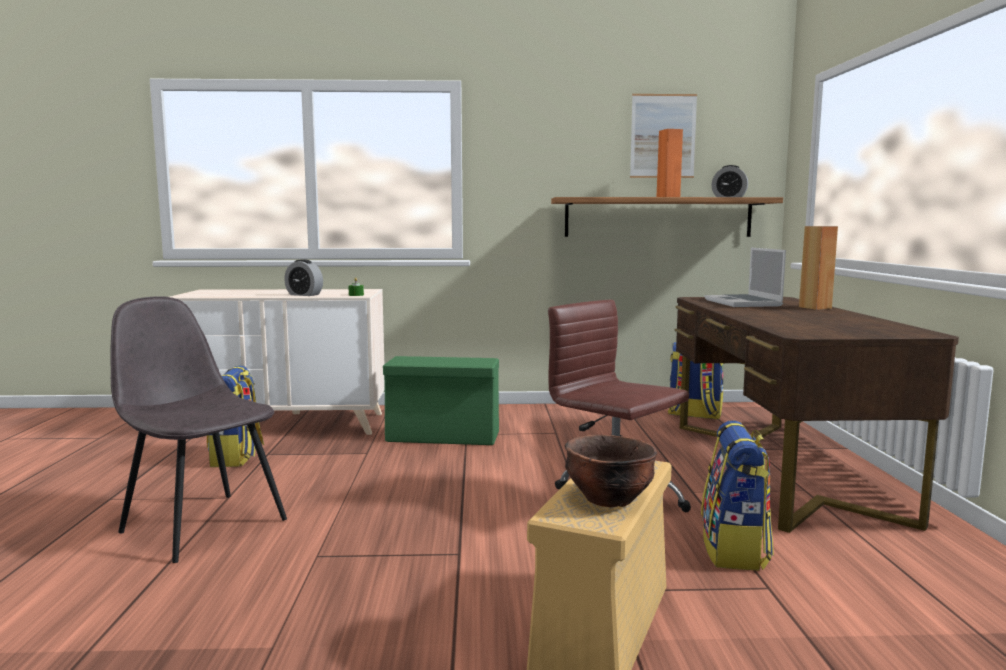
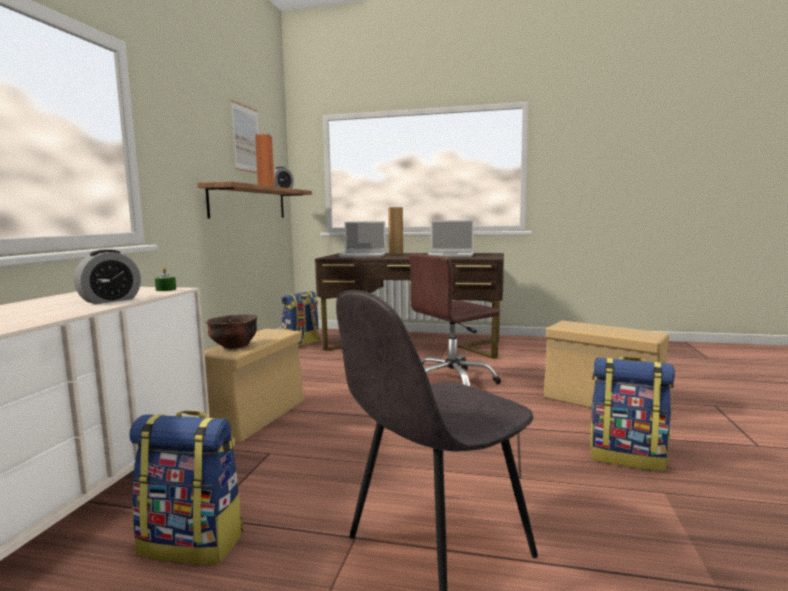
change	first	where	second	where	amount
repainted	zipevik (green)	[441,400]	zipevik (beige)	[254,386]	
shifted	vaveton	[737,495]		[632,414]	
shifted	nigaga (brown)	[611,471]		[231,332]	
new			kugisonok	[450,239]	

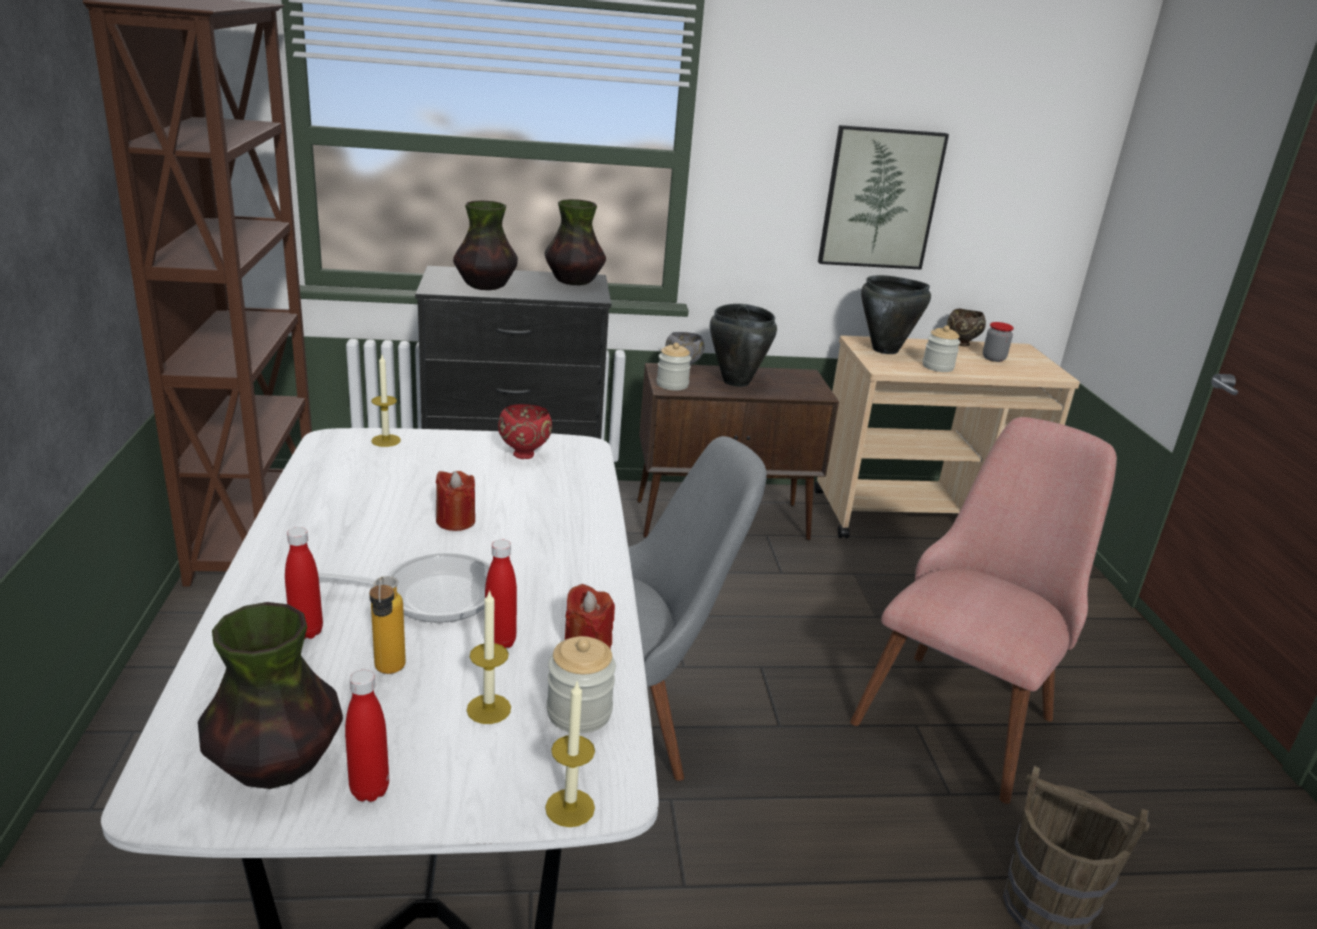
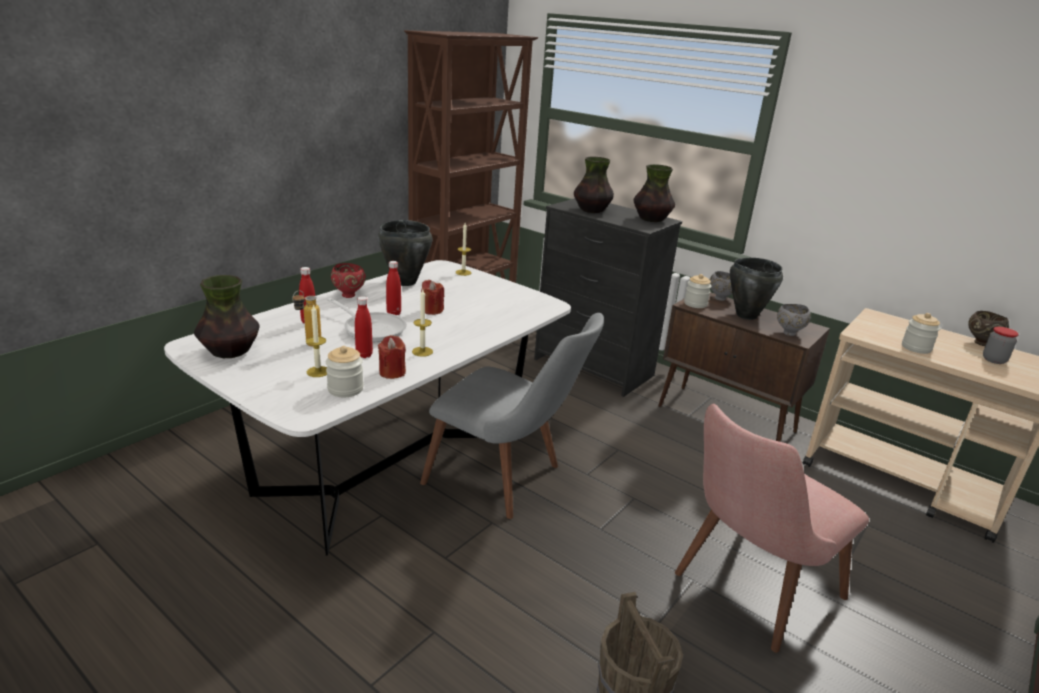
change	first	where	second	where	amount
gone	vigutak	[883,197]			
shifted	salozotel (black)	[896,314]		[405,253]	
shifted	nigaga (red)	[525,431]		[348,280]	
rotated	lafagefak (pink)	[983,610]		[772,528]	150 degrees clockwise
shifted	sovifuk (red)	[367,736]		[393,288]	
shifted	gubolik	[570,753]		[422,323]	
new			nigaga (grey)	[794,320]	

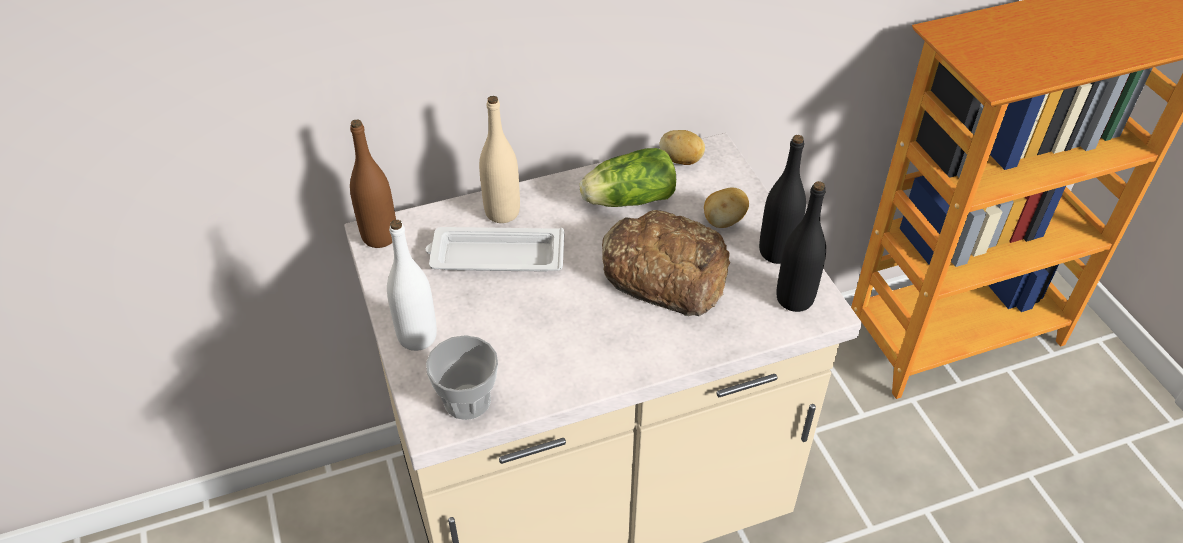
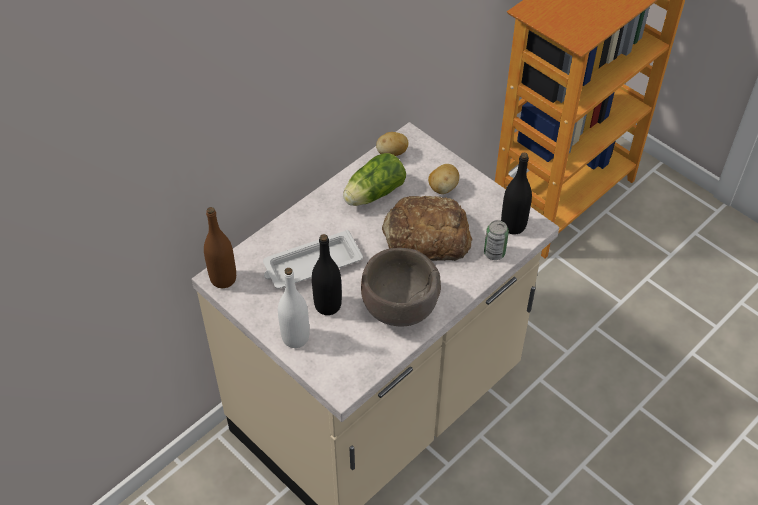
change	first	where	second	where	amount
gone	sovifuk (beige)	[499,159]			
shifted	sovifuk (black)	[782,199]		[327,274]	
gone	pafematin	[462,377]			
new			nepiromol	[496,240]	
new			nigaga (brown)	[401,287]	

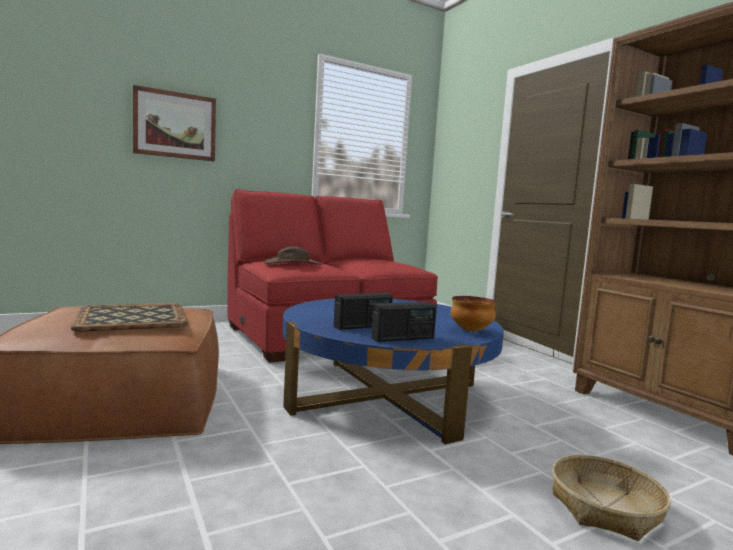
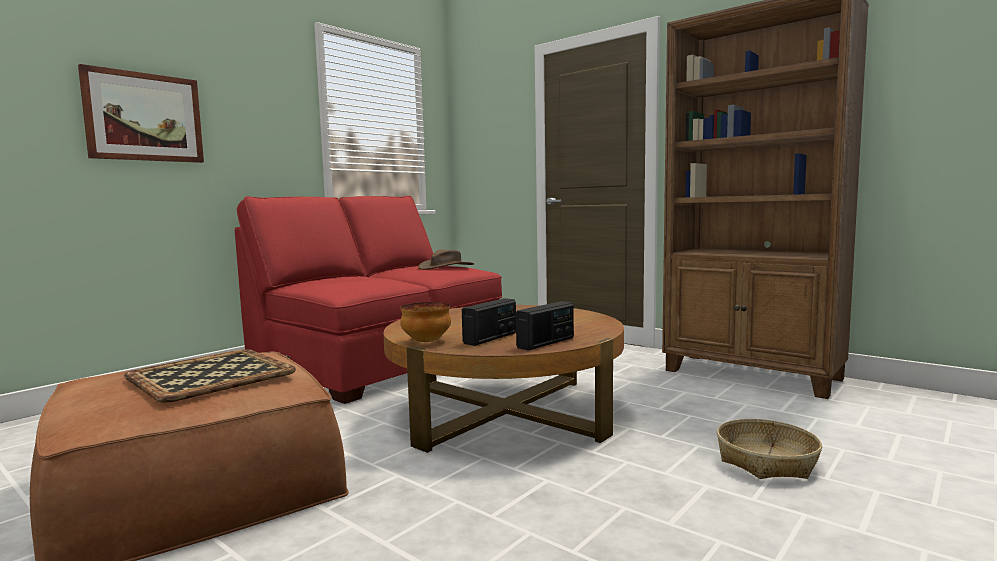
change	first	where	second	where	amount
shifted	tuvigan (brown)	[293,255]		[446,259]	
shifted	nigaga	[473,314]		[425,322]	
repainted	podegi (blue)	[393,371]	podegi (brown)	[503,379]	

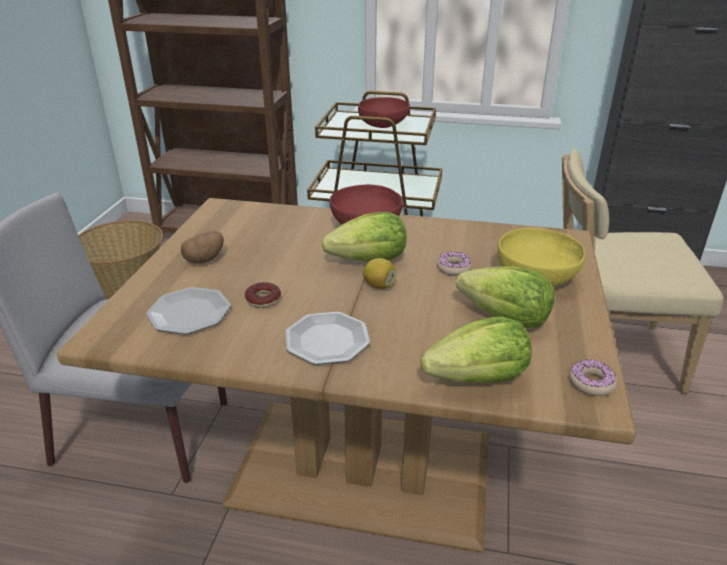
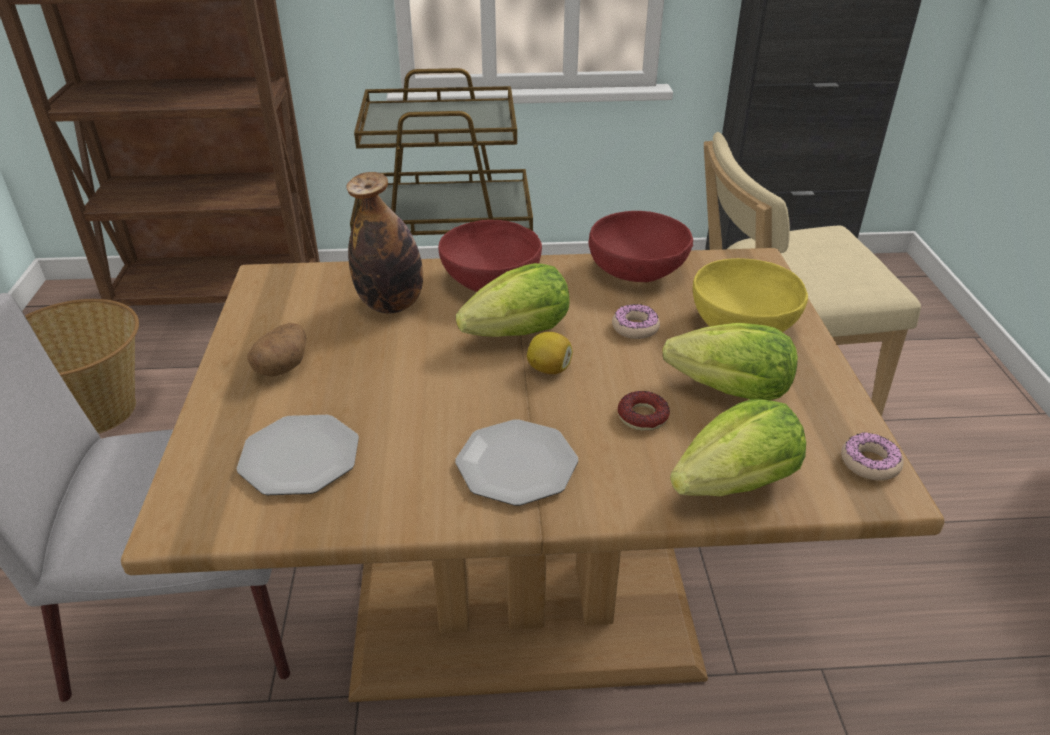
change	first	where	second	where	amount
shifted	nigaga (red)	[384,112]		[640,246]	
shifted	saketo	[263,295]		[644,411]	
new			sovifuk	[385,242]	

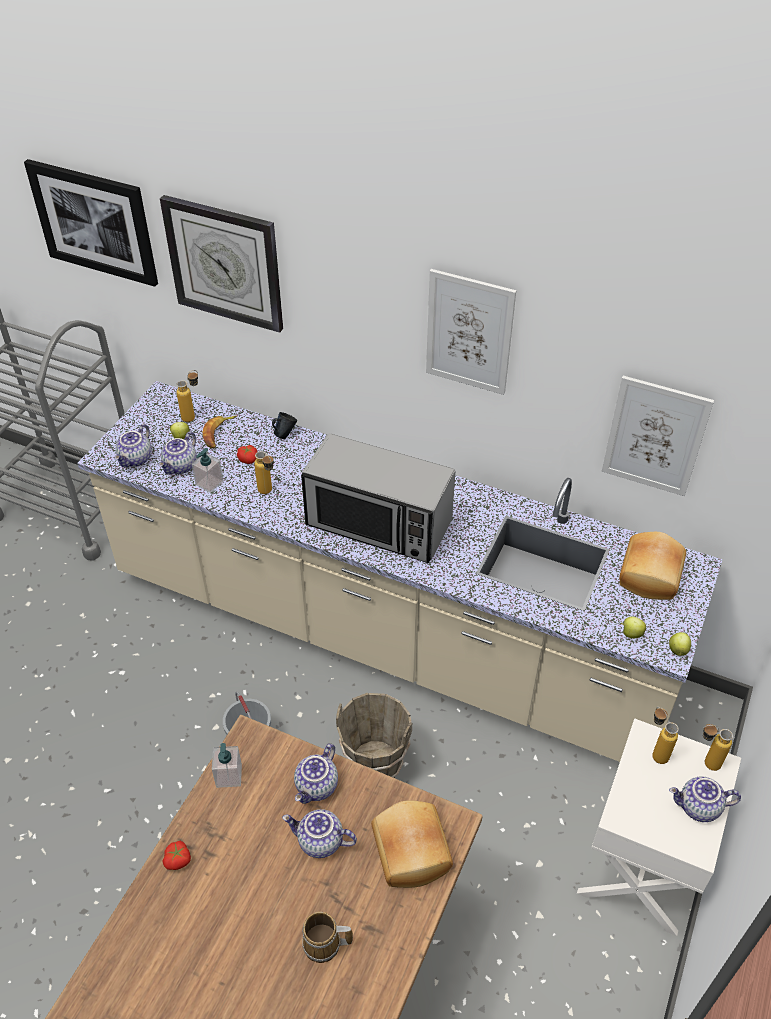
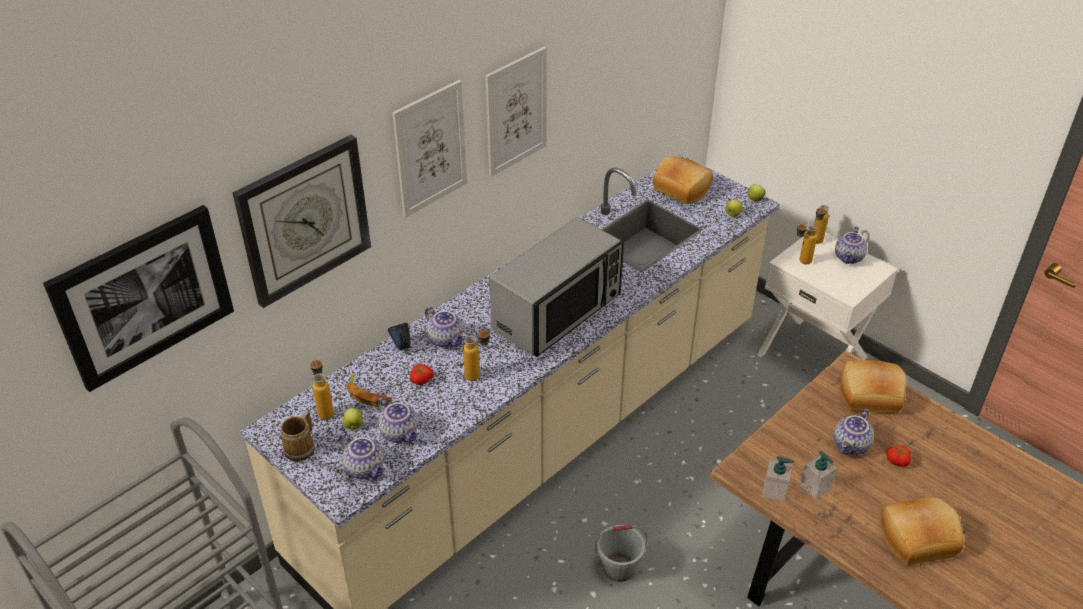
change	first	where	second	where	amount
shifted	vigutak	[658,436]		[429,149]	
shifted	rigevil	[207,470]		[818,475]	
gone	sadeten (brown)	[374,735]			
shifted	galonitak	[316,774]		[445,327]	
shifted	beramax	[177,855]		[898,456]	
shifted	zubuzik	[327,937]		[297,435]	
new			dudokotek	[922,532]	

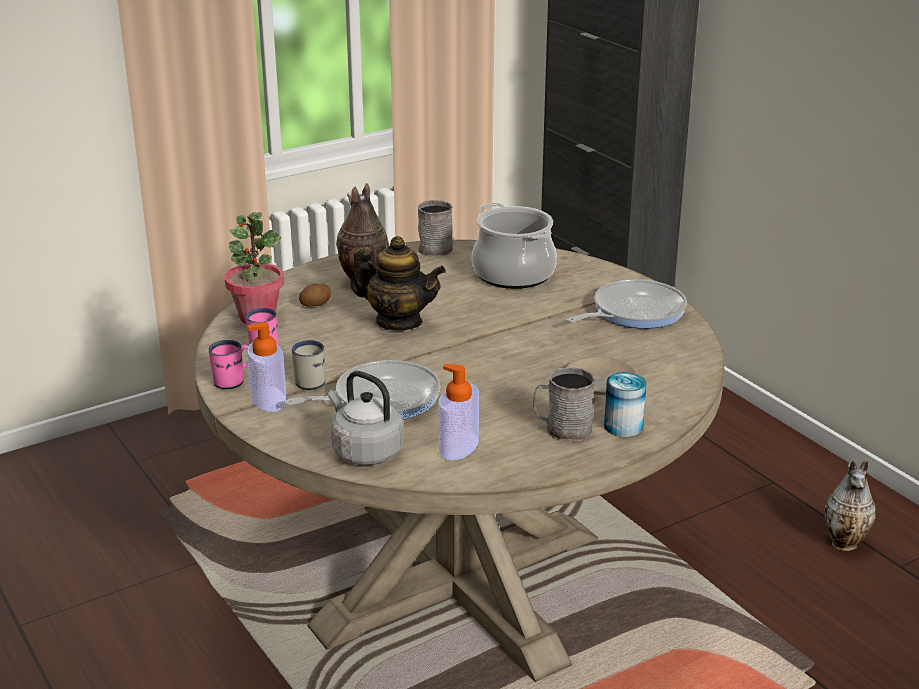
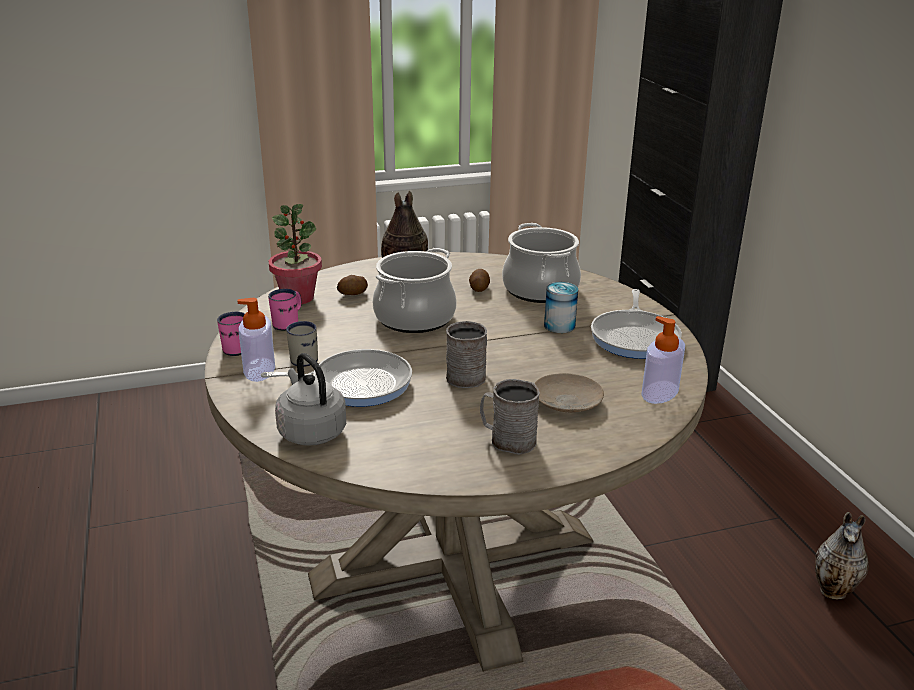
change	first	where	second	where	amount
shifted	zubuzik (grey)	[435,228]		[466,354]	
swapped	galonitak	[398,283]	salozotel	[415,290]	
rotated	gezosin	[627,304]		[636,324]	120 degrees clockwise
shifted	rigevil	[459,412]		[663,360]	
shifted	nepiromol	[625,404]		[561,307]	
new			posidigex	[479,280]	

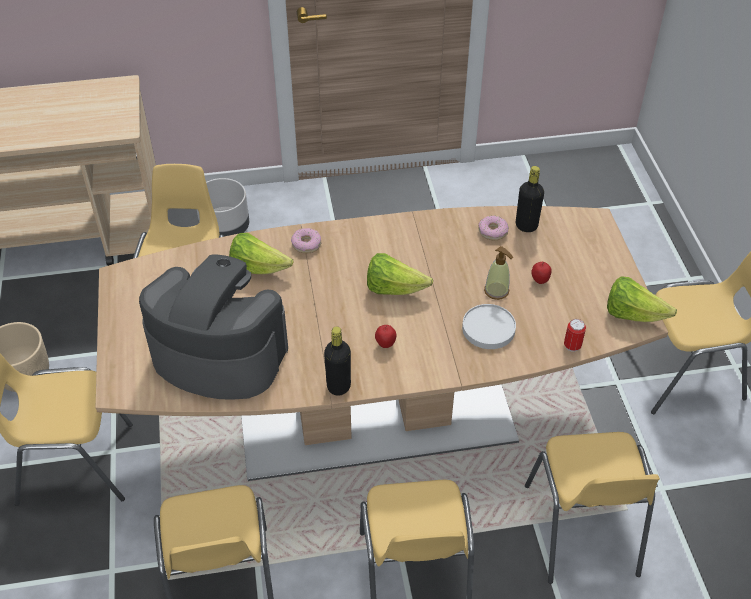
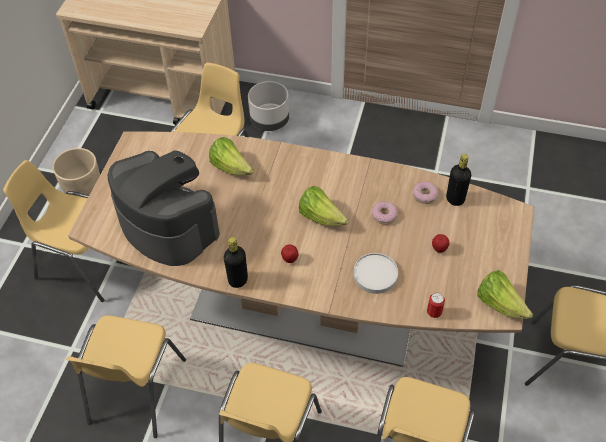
change	first	where	second	where	amount
shifted	saketo	[306,240]		[385,213]	
gone	rigevil	[498,273]			

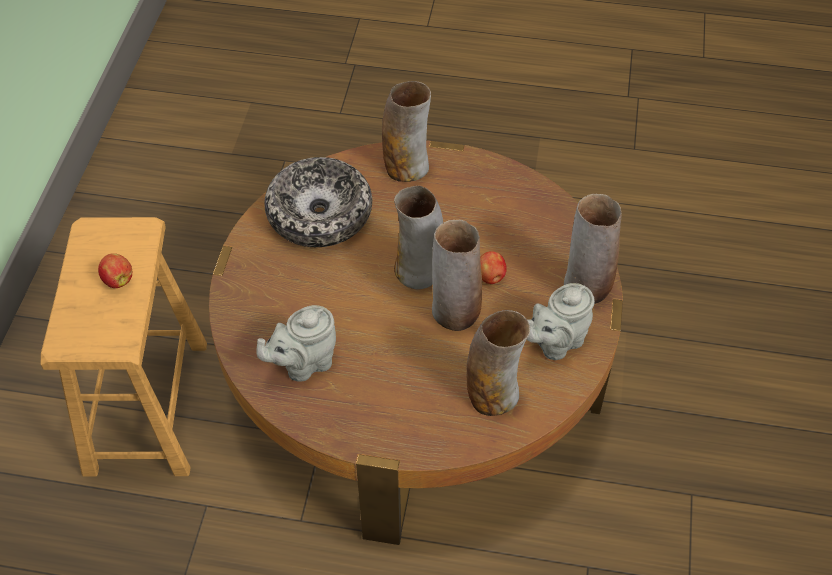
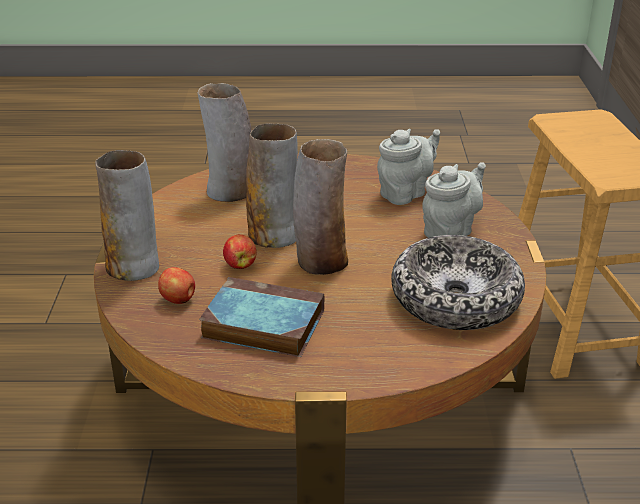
change	first	where	second	where	amount
gone	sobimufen	[406,131]			
shifted	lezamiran	[115,270]		[176,285]	
shifted	galonitak (grey)	[561,321]		[454,200]	
new			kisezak	[261,317]	

